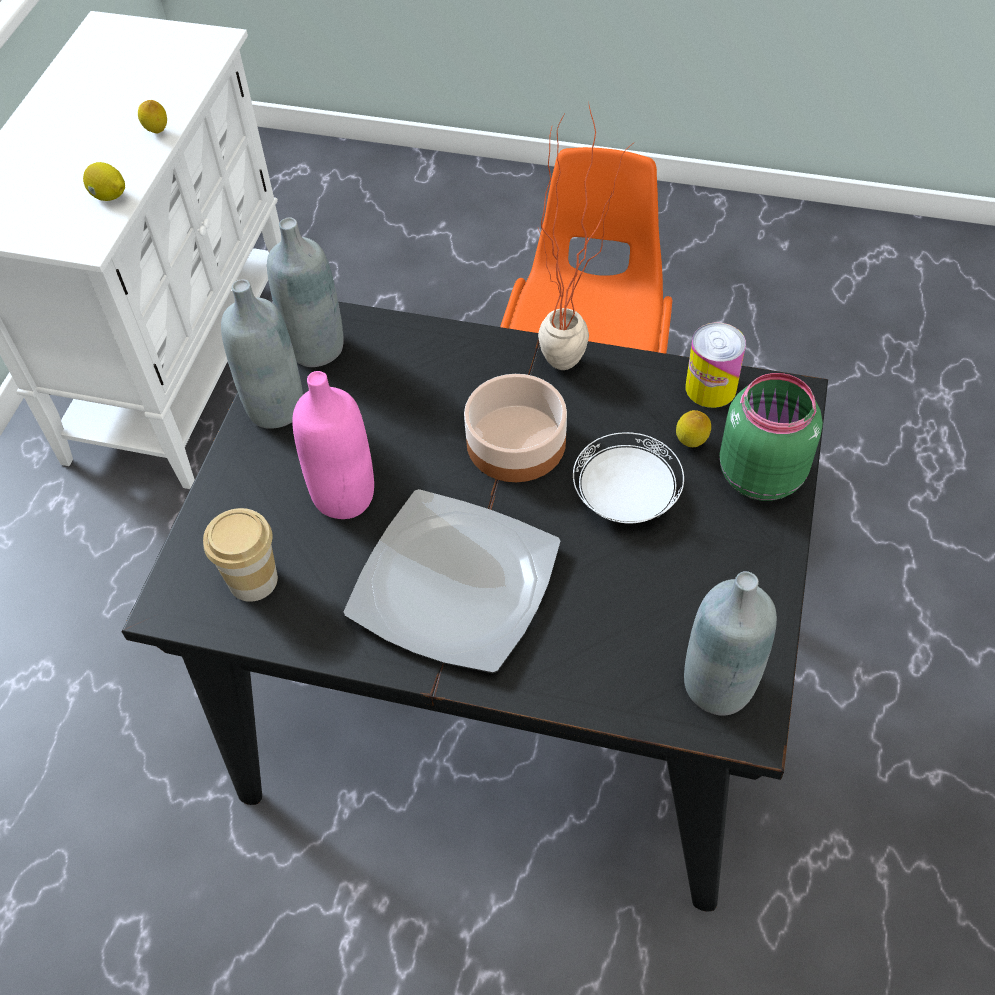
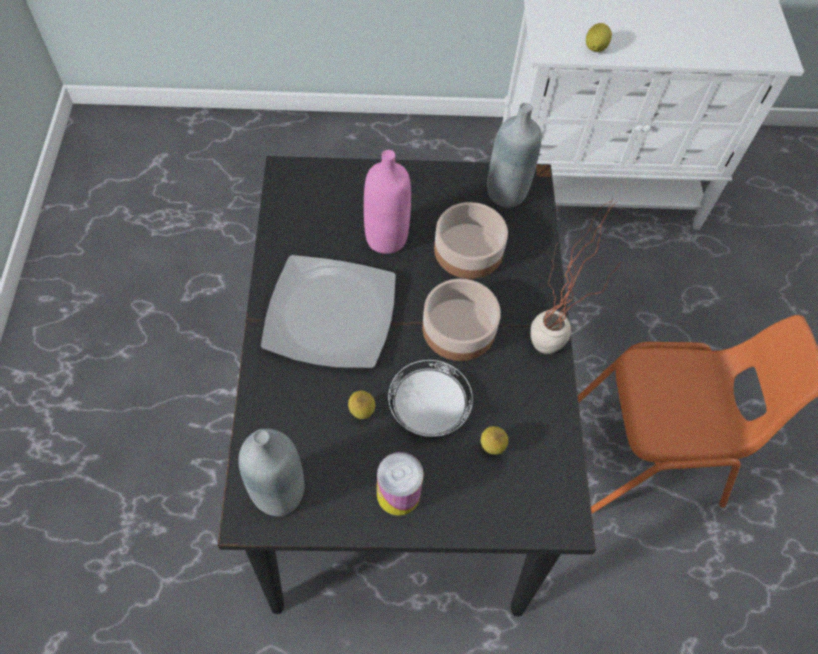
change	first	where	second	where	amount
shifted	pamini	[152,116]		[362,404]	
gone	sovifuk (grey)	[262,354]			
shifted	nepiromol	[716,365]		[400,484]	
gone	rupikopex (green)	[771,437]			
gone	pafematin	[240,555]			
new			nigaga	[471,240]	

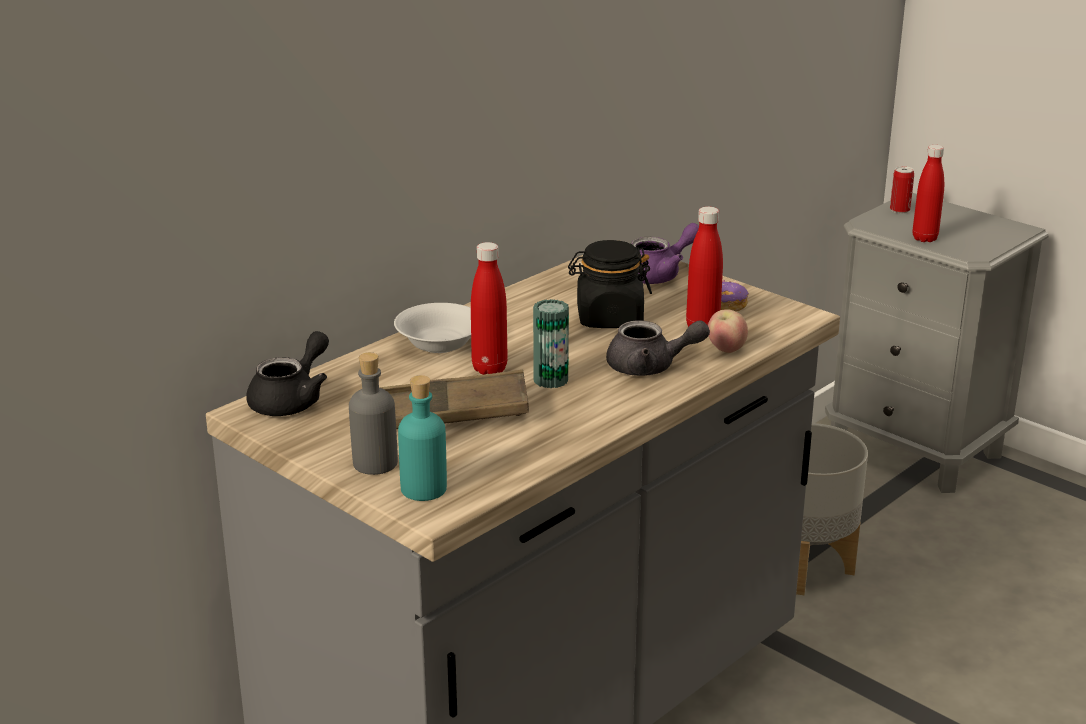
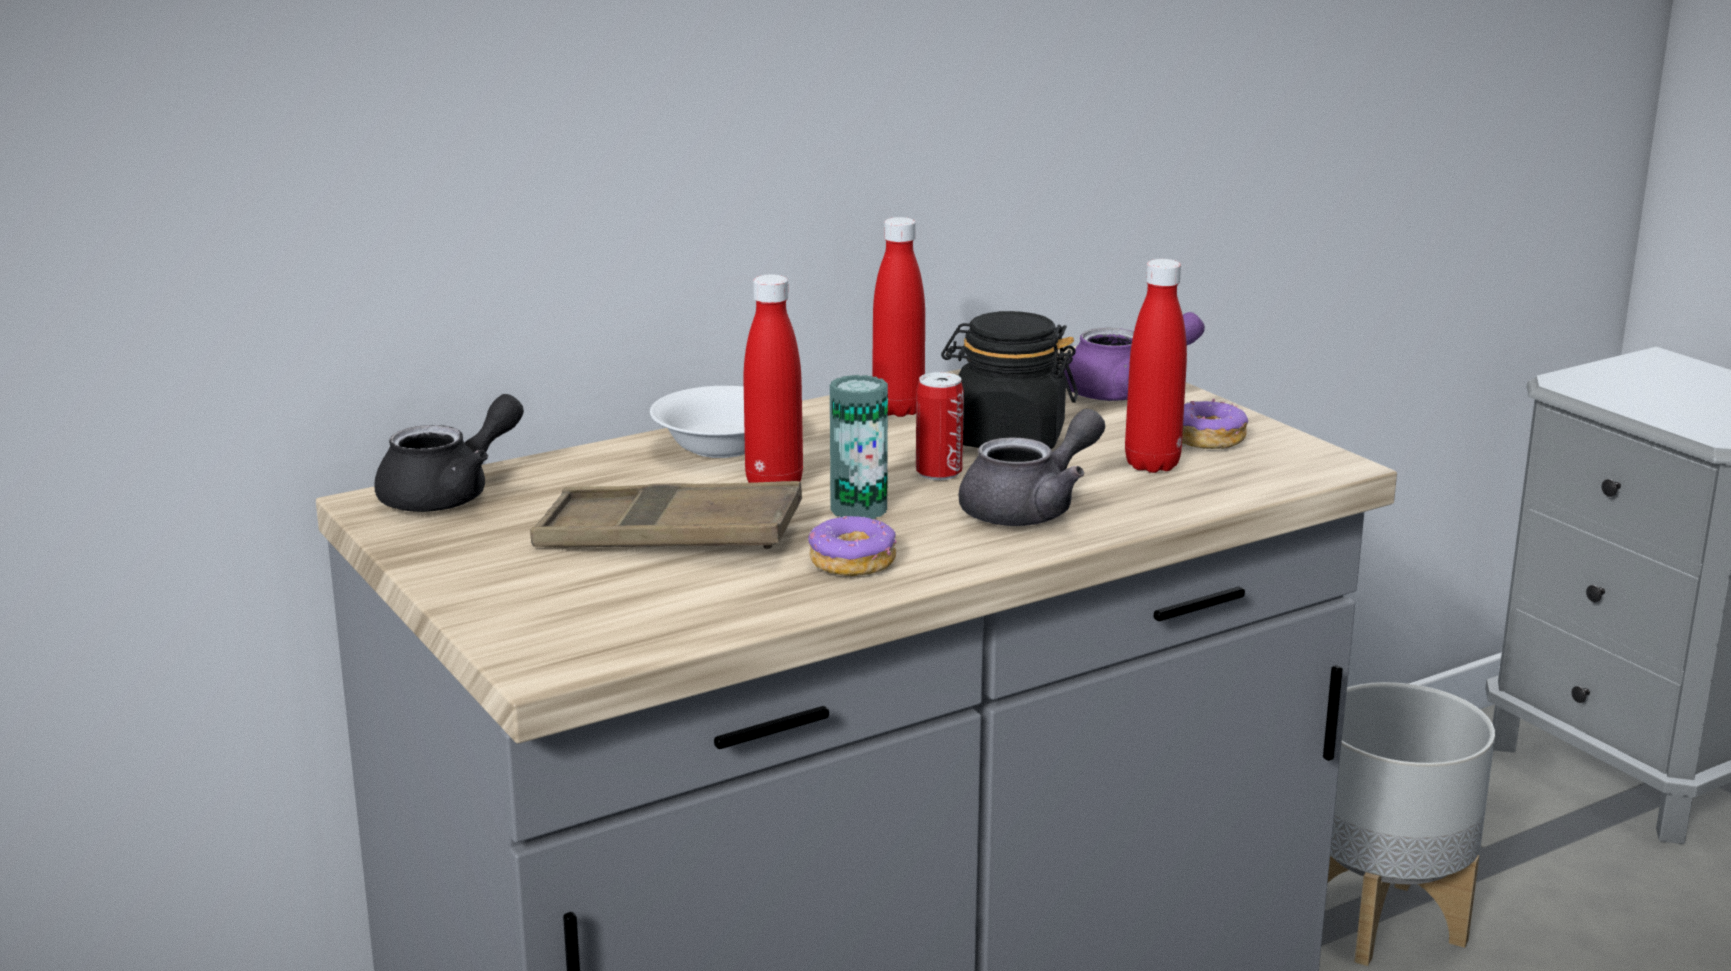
change	first	where	second	where	amount
shifted	sovifuk (red)	[928,193]		[898,317]	
shifted	nepiromol	[902,189]		[940,426]	
gone	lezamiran	[728,331]			
rotated	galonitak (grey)	[658,348]		[1032,467]	60 degrees counterclockwise
gone	sovifuk (grey)	[373,413]			
gone	sovifuk (turquoise)	[422,438]			
new			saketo	[852,546]	

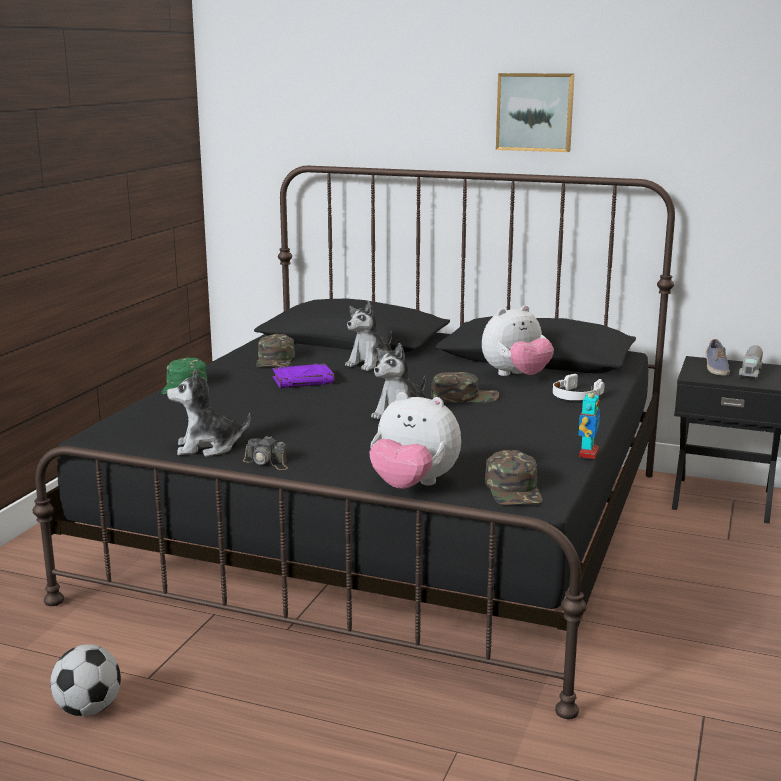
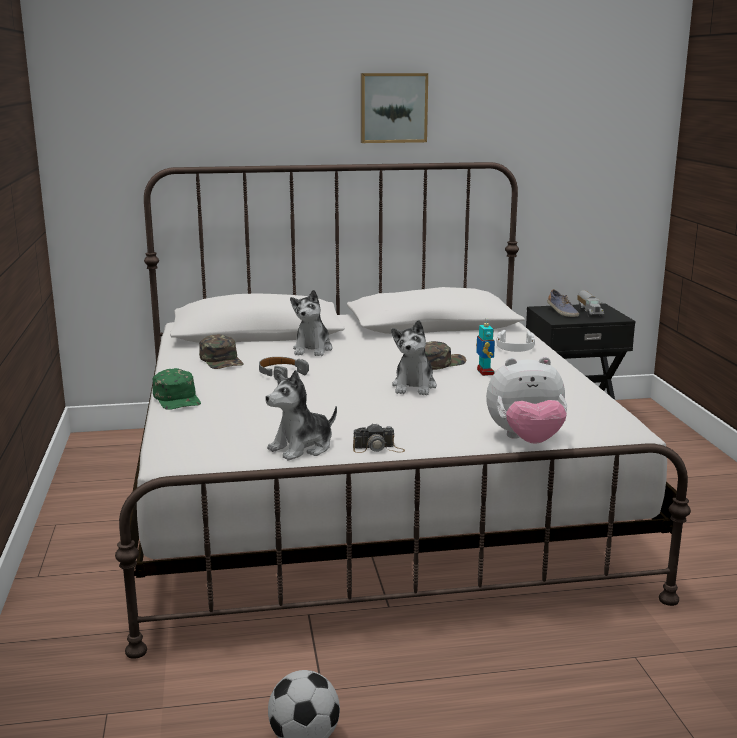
change	first	where	second	where	amount
repainted	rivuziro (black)	[353,442]	rivuziro (white)	[403,410]	
gone	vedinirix	[518,340]			
swapped	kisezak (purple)	[303,376]	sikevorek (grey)	[284,368]	
shifted	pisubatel	[589,423]		[485,348]	
gone	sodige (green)	[514,477]			

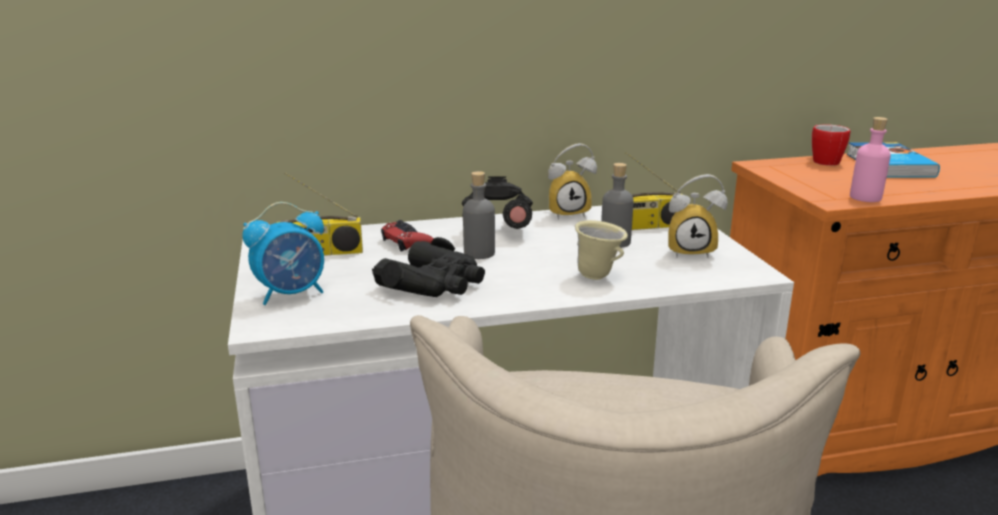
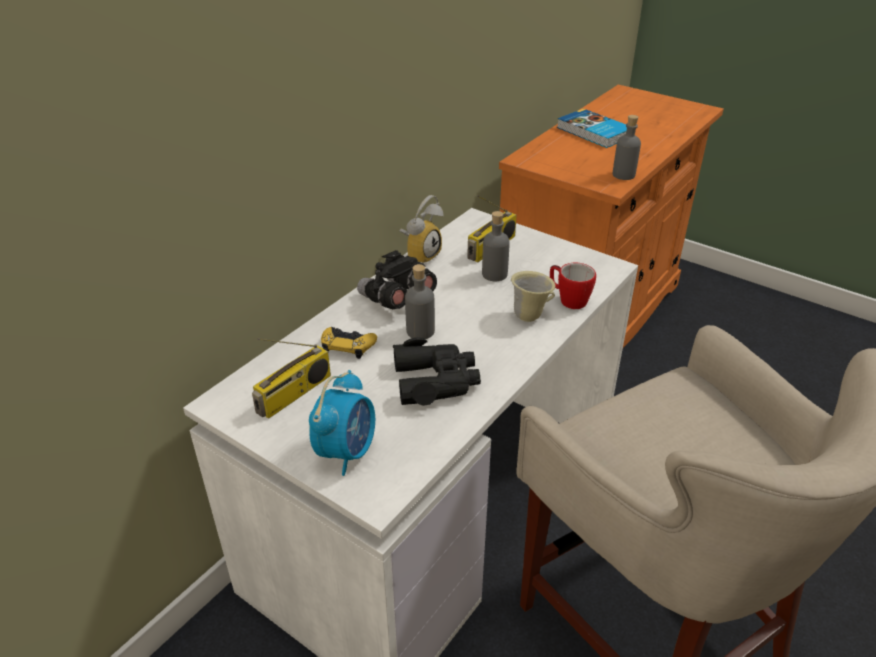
change	first	where	second	where	amount
repainted	sovifuk (pink)	[870,159]	sovifuk (grey)	[626,147]	
shifted	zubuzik	[831,145]		[573,286]	
gone	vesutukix	[698,216]			
repainted	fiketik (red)	[407,236]	fiketik (yellow)	[349,343]	

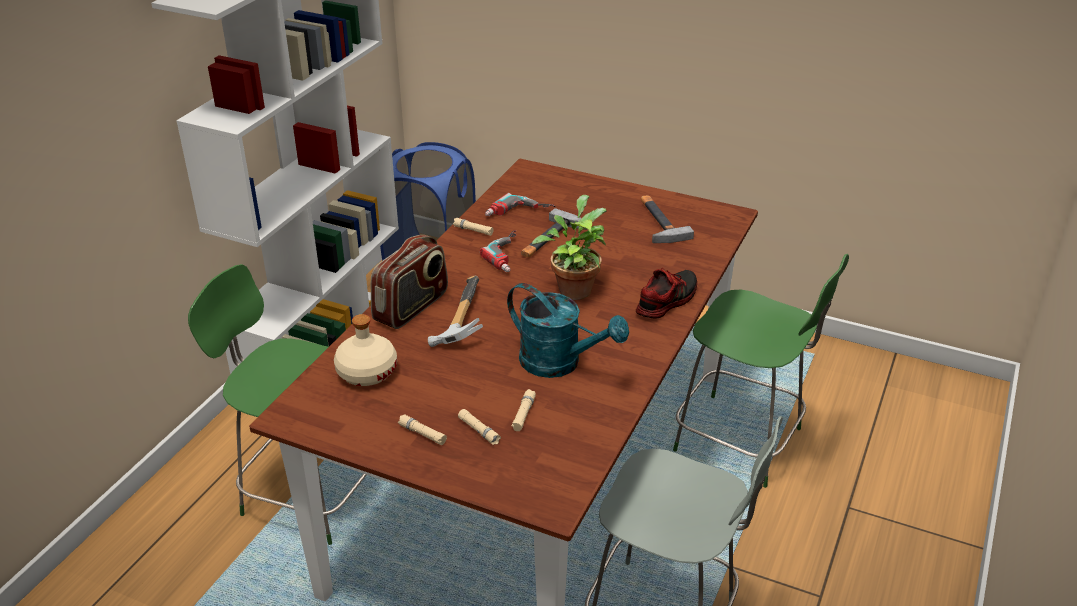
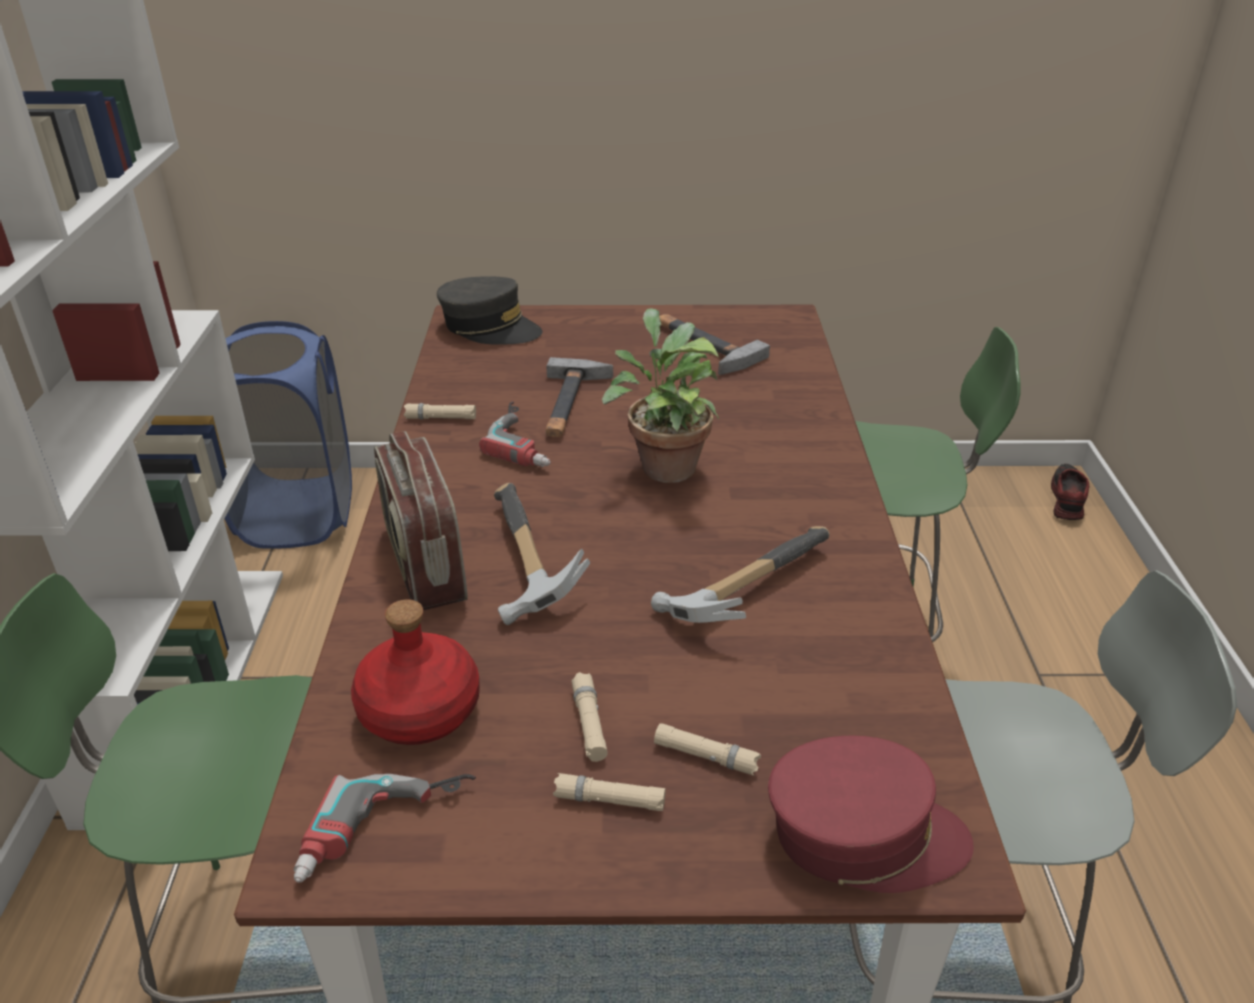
change	first	where	second	where	amount
shifted	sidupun	[520,204]		[384,828]	
rotated	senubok	[409,282]		[421,520]	150 degrees clockwise
shifted	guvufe	[666,293]		[1070,492]	
swapped	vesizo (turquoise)	[568,330]	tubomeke	[740,574]	
repainted	sovifuk (beige)	[365,350]	sovifuk (red)	[415,672]	
shifted	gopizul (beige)	[524,410]		[589,717]	
new			sodige (grey)	[489,310]	
new			sodige (red)	[871,814]	

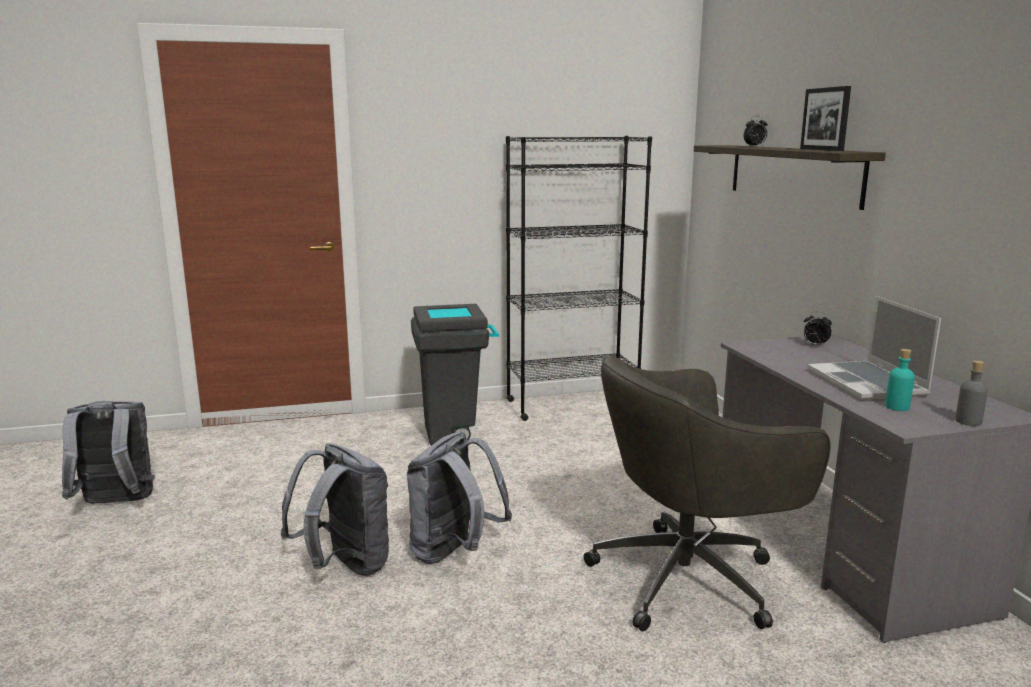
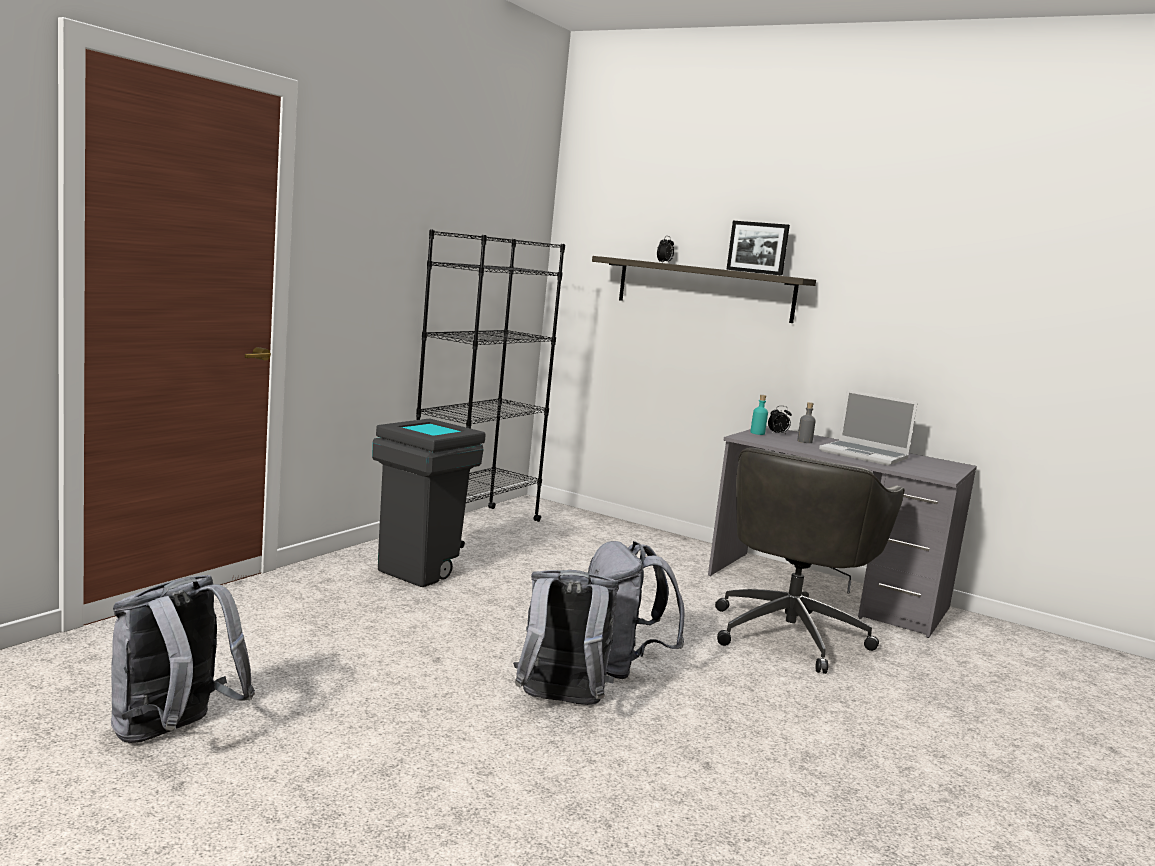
change	first	where	second	where	amount
shifted	sovifuk (turquoise)	[900,380]		[759,415]	
shifted	sovifuk (grey)	[971,393]		[806,422]	

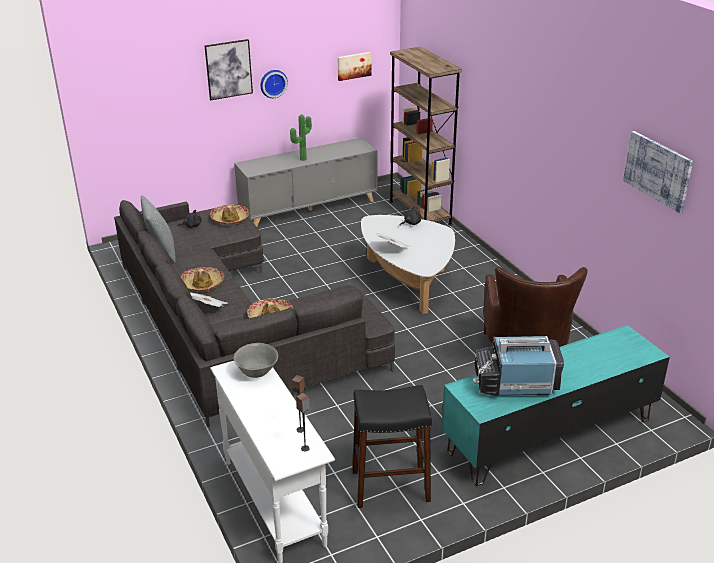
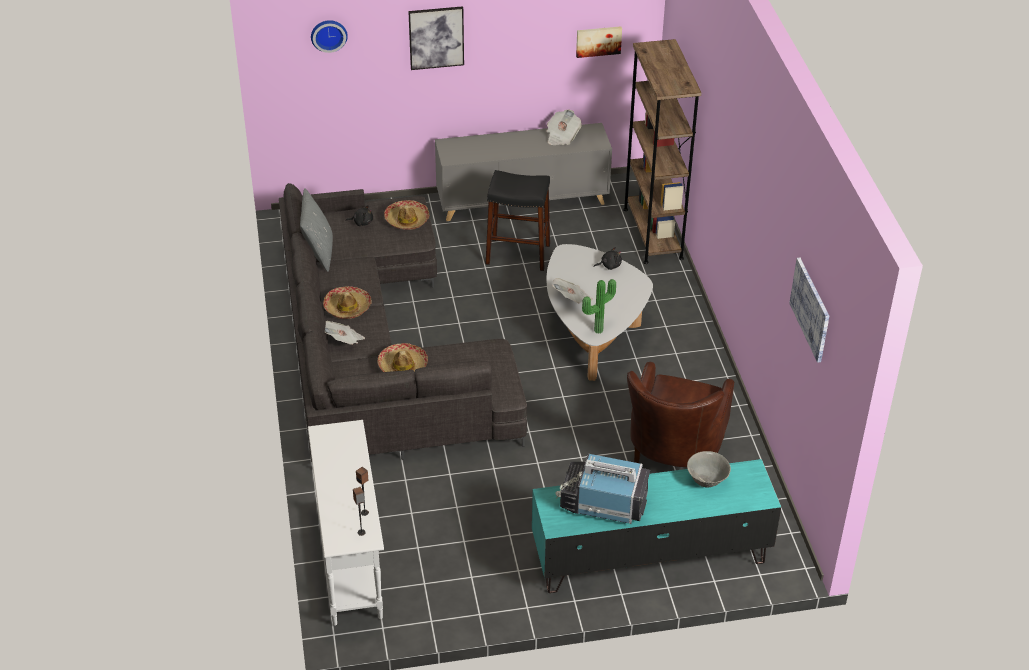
change	first	where	second	where	amount
shifted	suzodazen	[274,84]		[329,36]	
shifted	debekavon	[301,138]		[599,306]	
shifted	nigaga (grey)	[256,360]		[709,469]	
shifted	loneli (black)	[392,446]		[518,220]	
new			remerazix	[564,127]	

